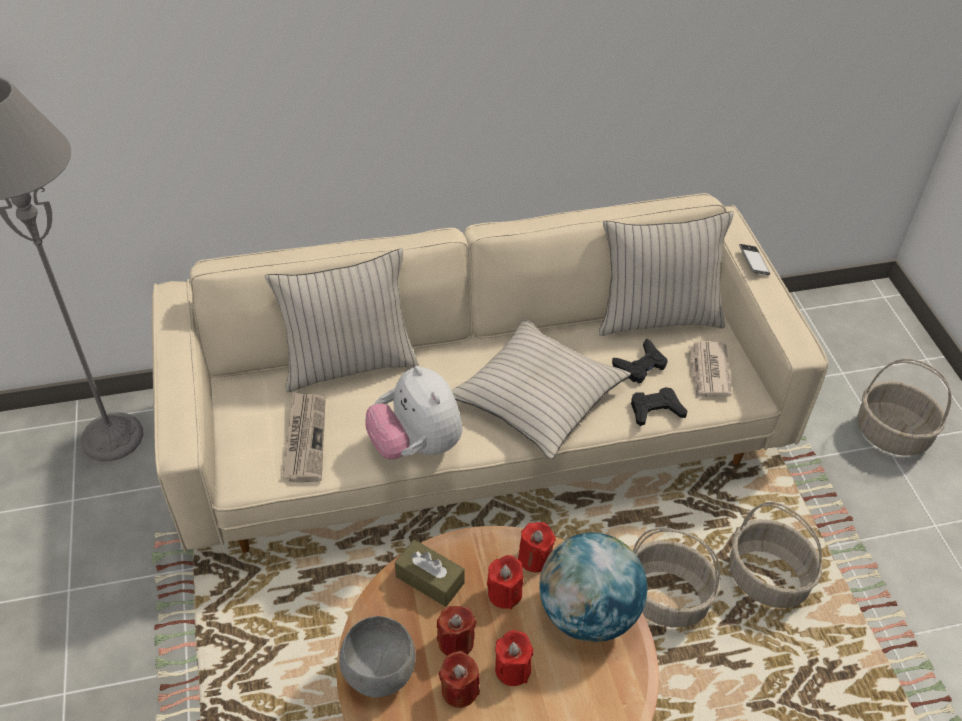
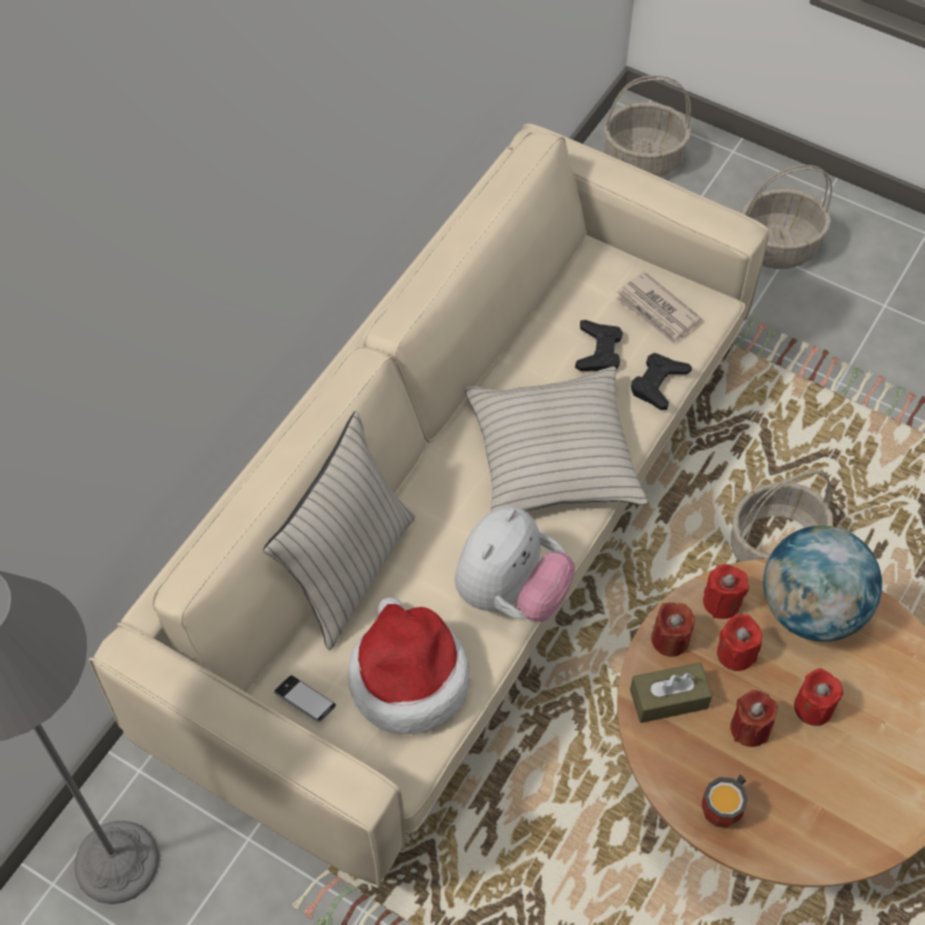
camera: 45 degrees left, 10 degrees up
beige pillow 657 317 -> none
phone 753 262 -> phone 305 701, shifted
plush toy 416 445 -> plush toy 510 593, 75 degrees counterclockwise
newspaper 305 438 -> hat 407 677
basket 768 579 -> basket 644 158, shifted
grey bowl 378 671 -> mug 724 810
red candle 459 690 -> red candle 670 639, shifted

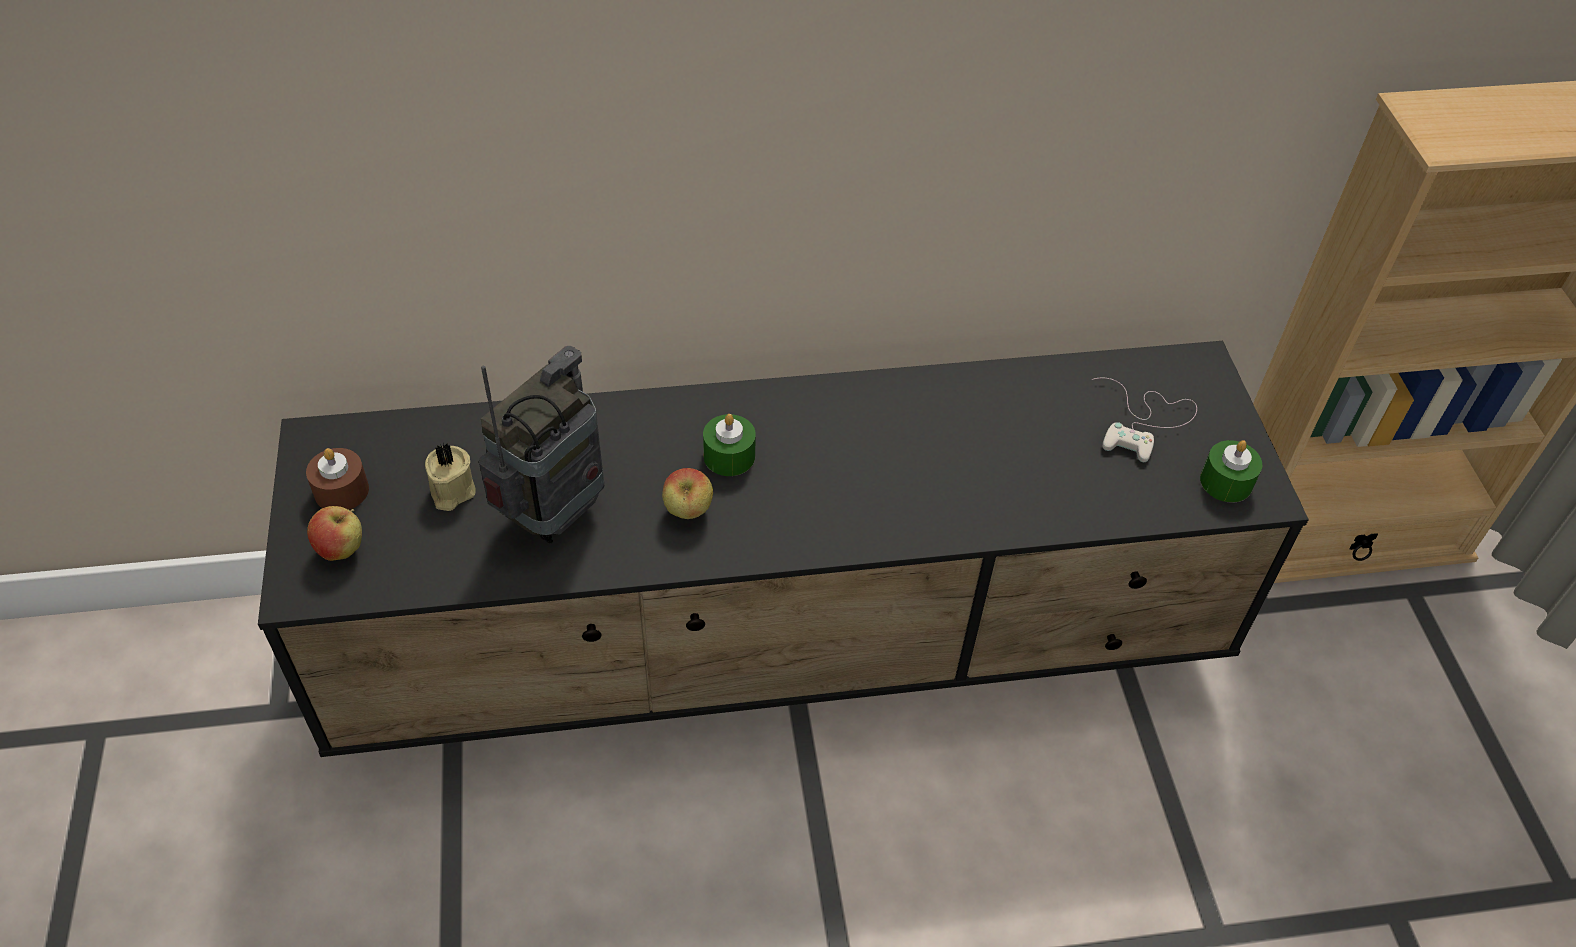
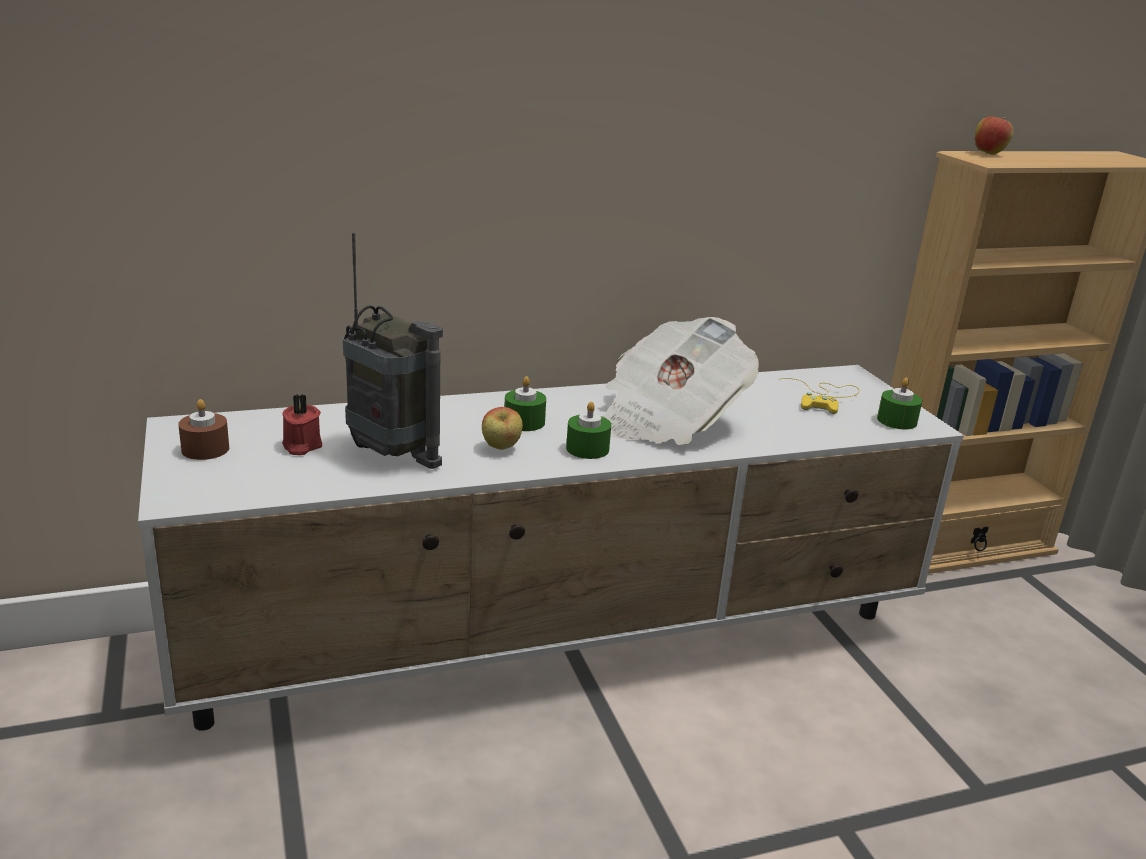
camera: 10 degrees left, 25 degrees down
black tv stand 784 648 -> white tv stand 562 639
radio 554 514 -> radio 391 453, 105 degrees clockwise
white game controller 1144 421 -> yellow game controller 824 397
beige candle 451 491 -> red candle 301 446
apple 341 550 -> apple 989 153, shifted
none -> newspaper 668 419
none -> green candle 587 449

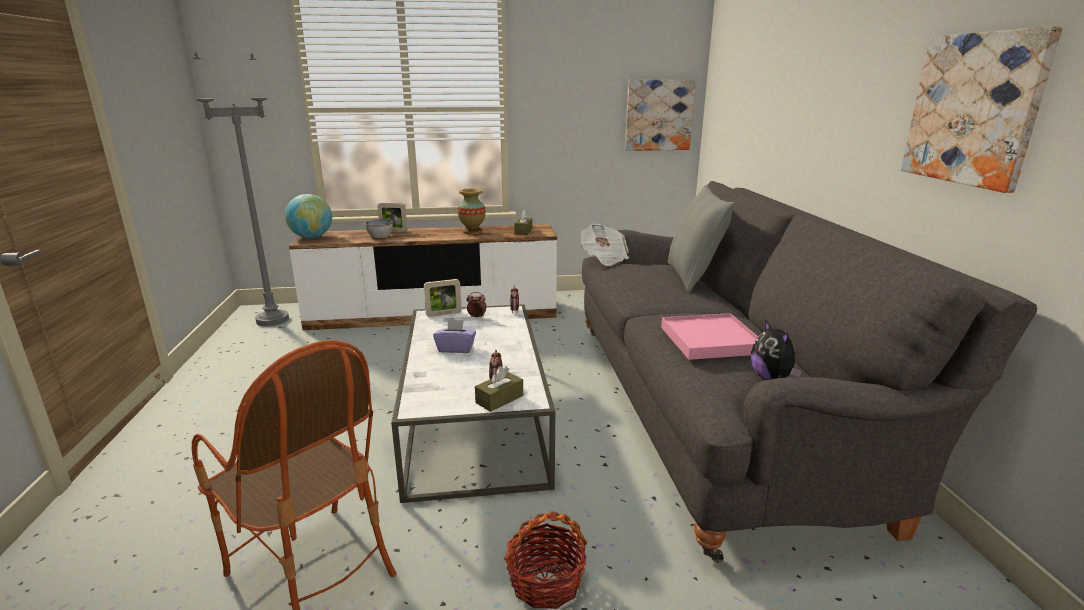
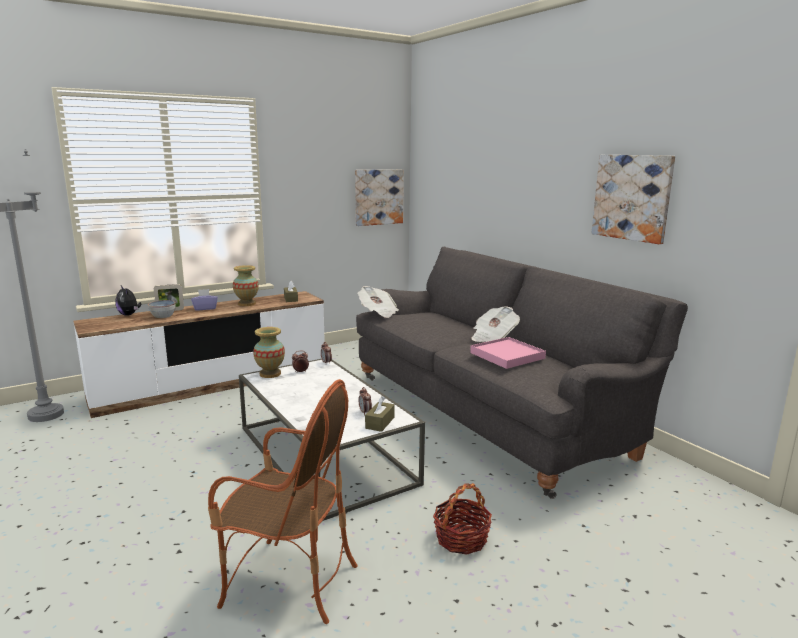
camera: 25 degrees left, 5 degrees down
grey pillow 693 277 -> none
globe 311 237 -> none
picture frame 444 314 -> vase 270 374
purple tissue box 456 349 -> purple tissue box 205 308, shifted
plush toy 771 378 -> plush toy 129 315, shifted
none -> newspaper 493 337

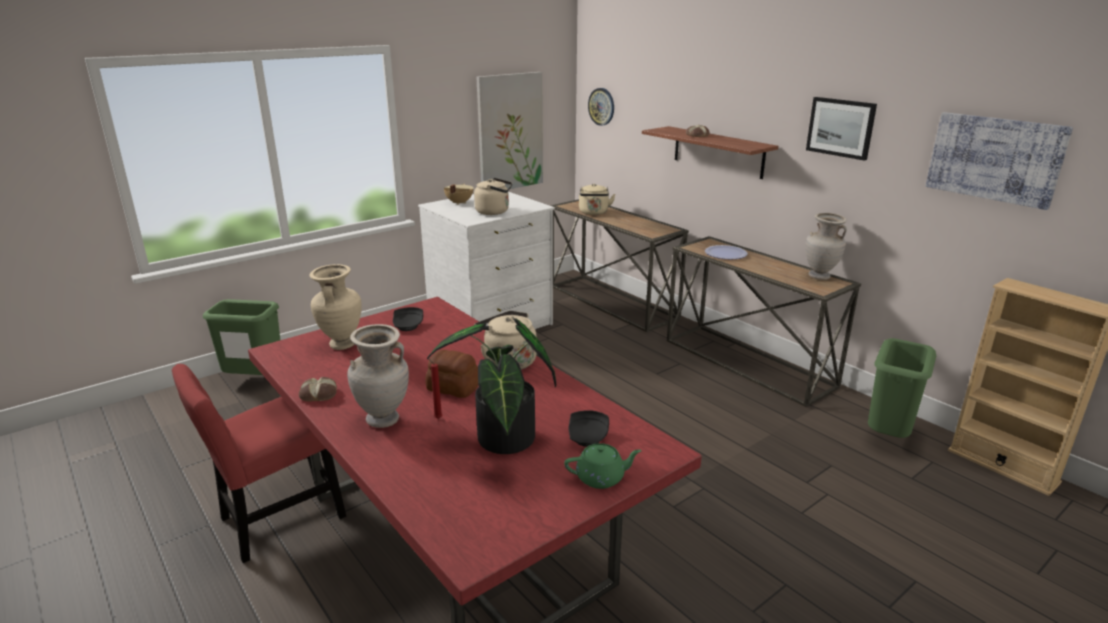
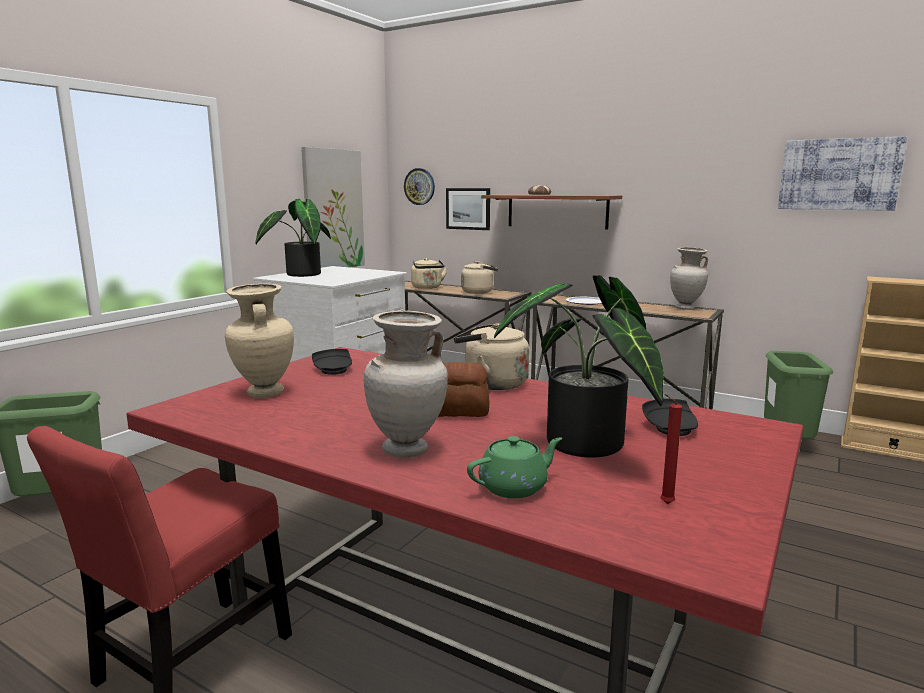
camera: 20 degrees left, 10 degrees down
picture 841 127 -> picture 468 209, shifted
beige kettle 494 212 -> beige kettle 479 292, shifted
beige cooking pot 458 203 -> potted plant 299 274
red candle 437 418 -> red candle 664 503, shifted
bread 319 394 -> none
green teapot 601 478 -> green teapot 514 487, shifted

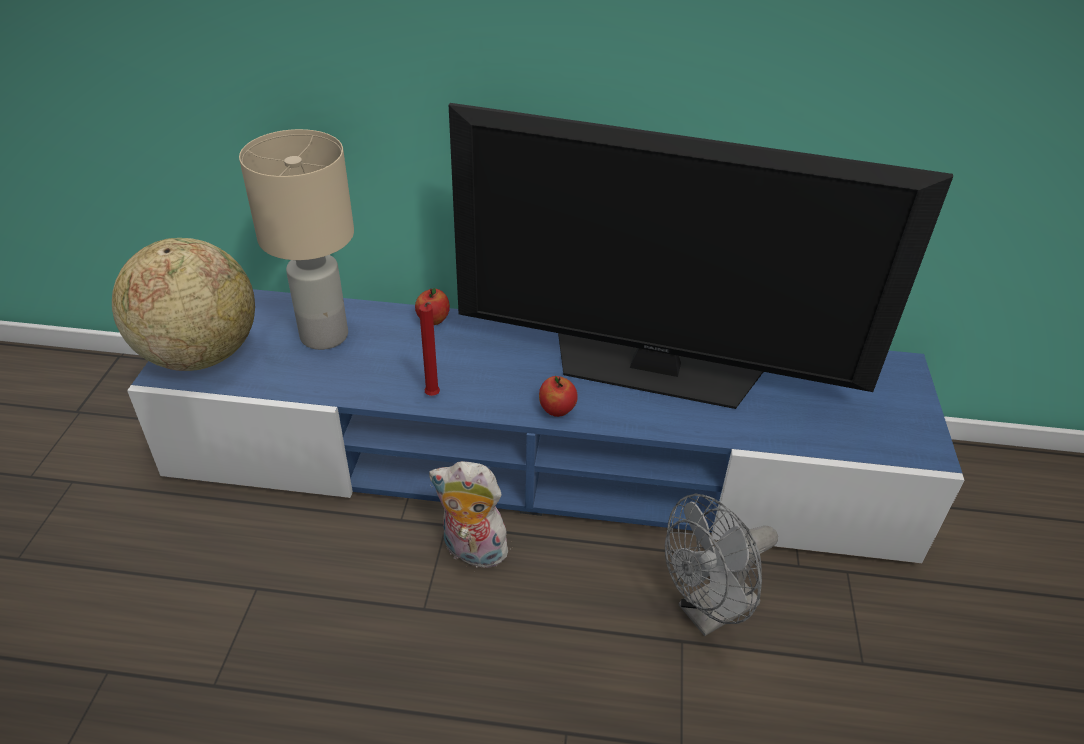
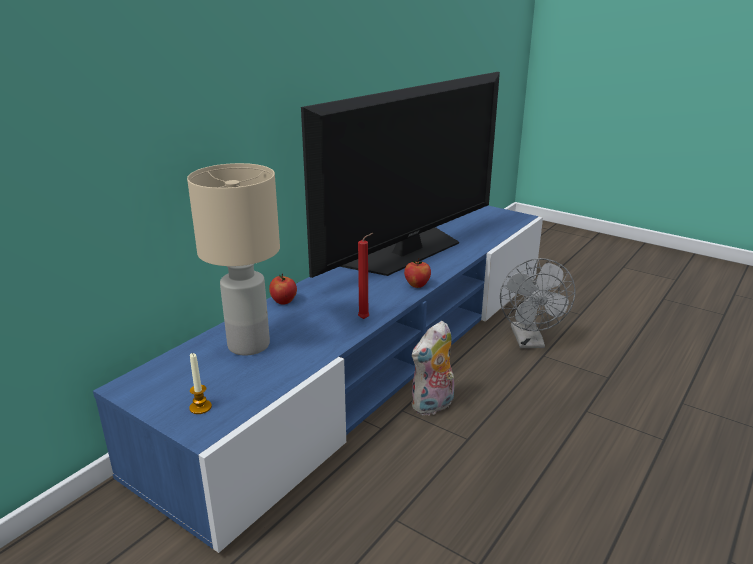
camera: 60 degrees left, 15 degrees down
globe 200 354 -> candle 200 407

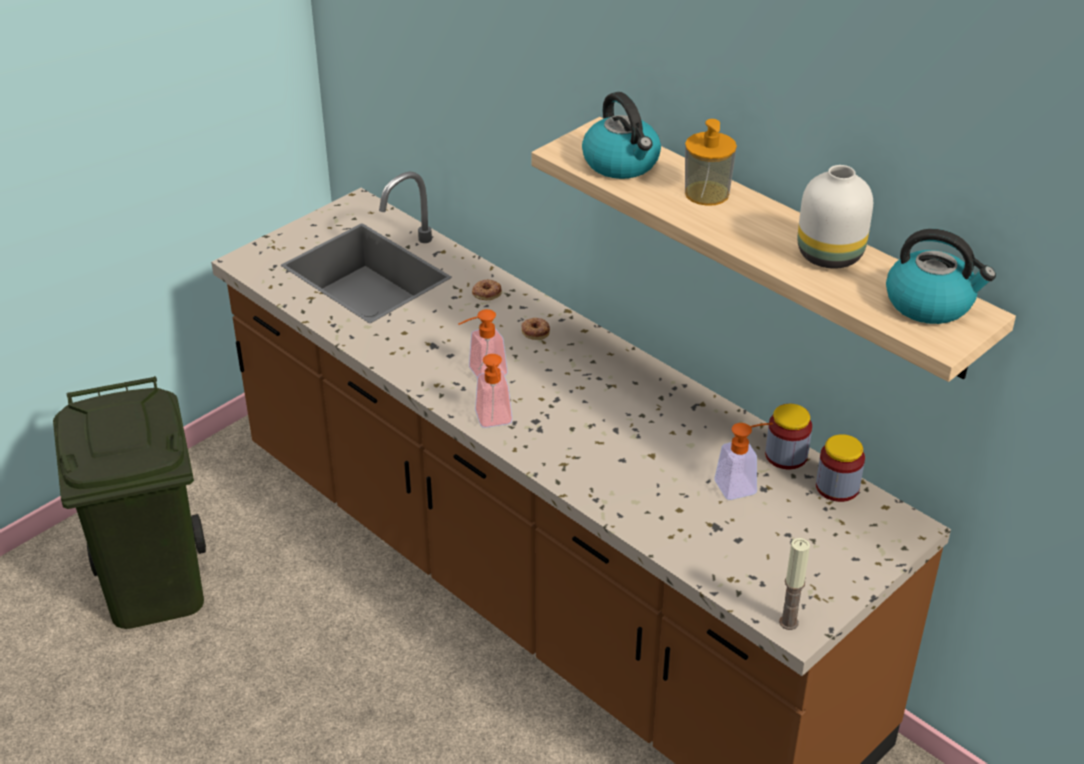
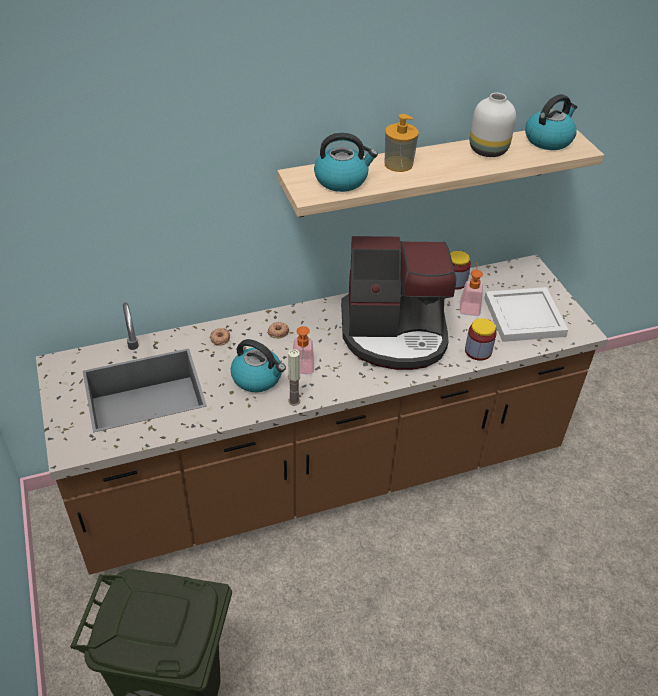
camera: 65 degrees left, 5 degrees up
soap dispenser 495 421 -> none
jar 837 487 -> jar 478 351, shifted
candle 788 622 -> candle 294 401, shifted
none -> coffee machine 395 334
none -> white tray 525 317
none -> kettle 258 378

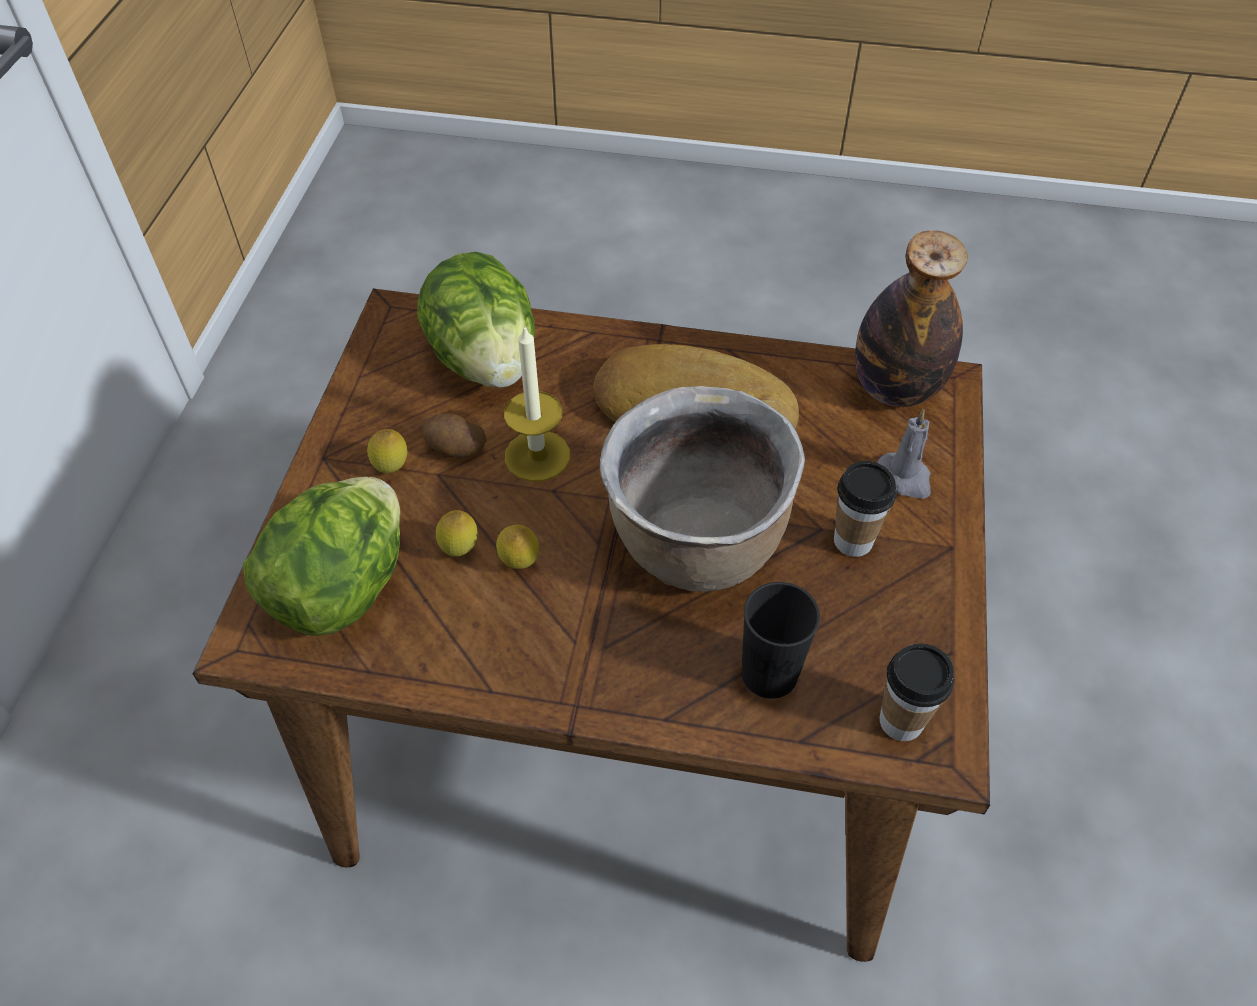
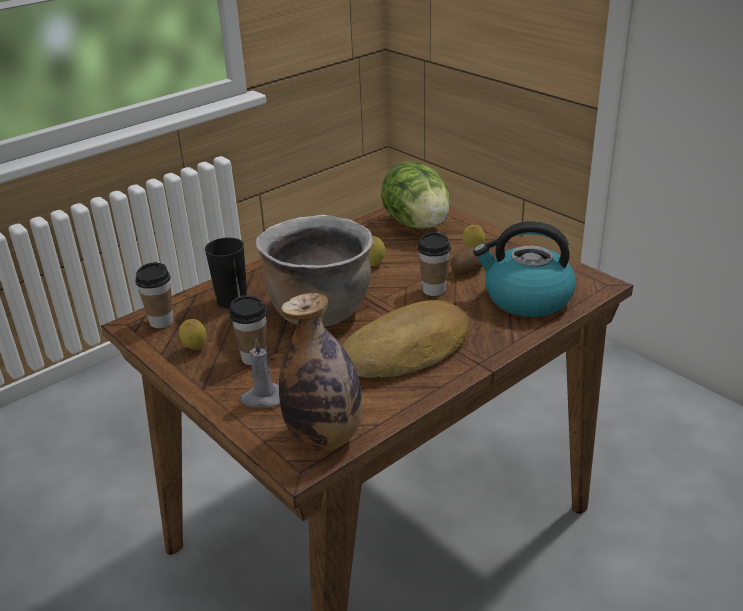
camera: 130 degrees right, 20 degrees down
lettuce 485 360 -> kettle 526 298
candle 537 456 -> cup 434 290
lemon 460 550 -> lemon 195 349, shifted

